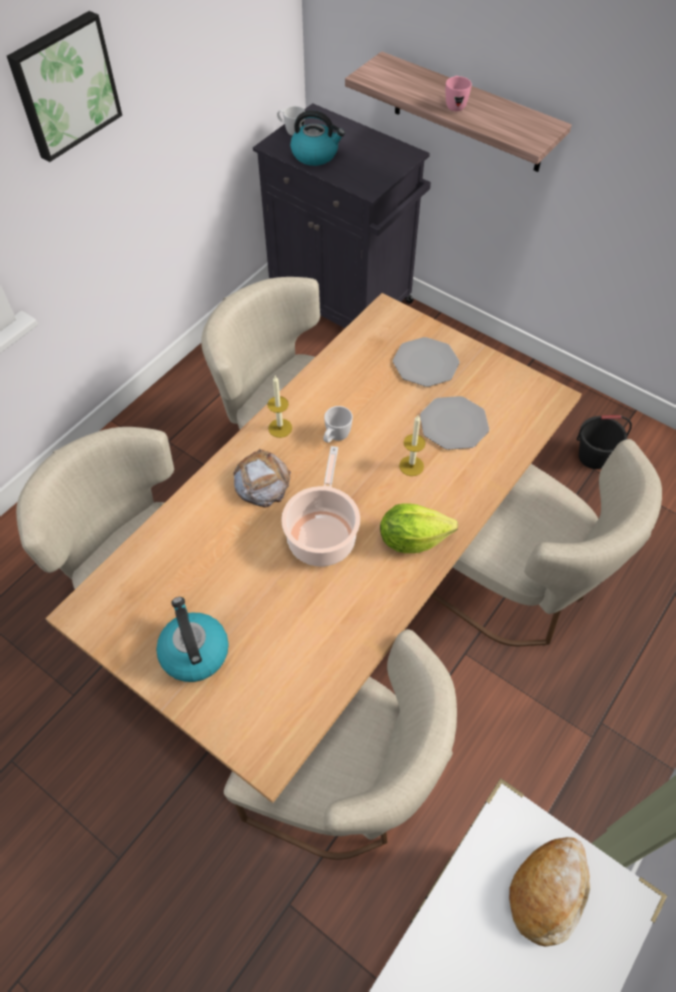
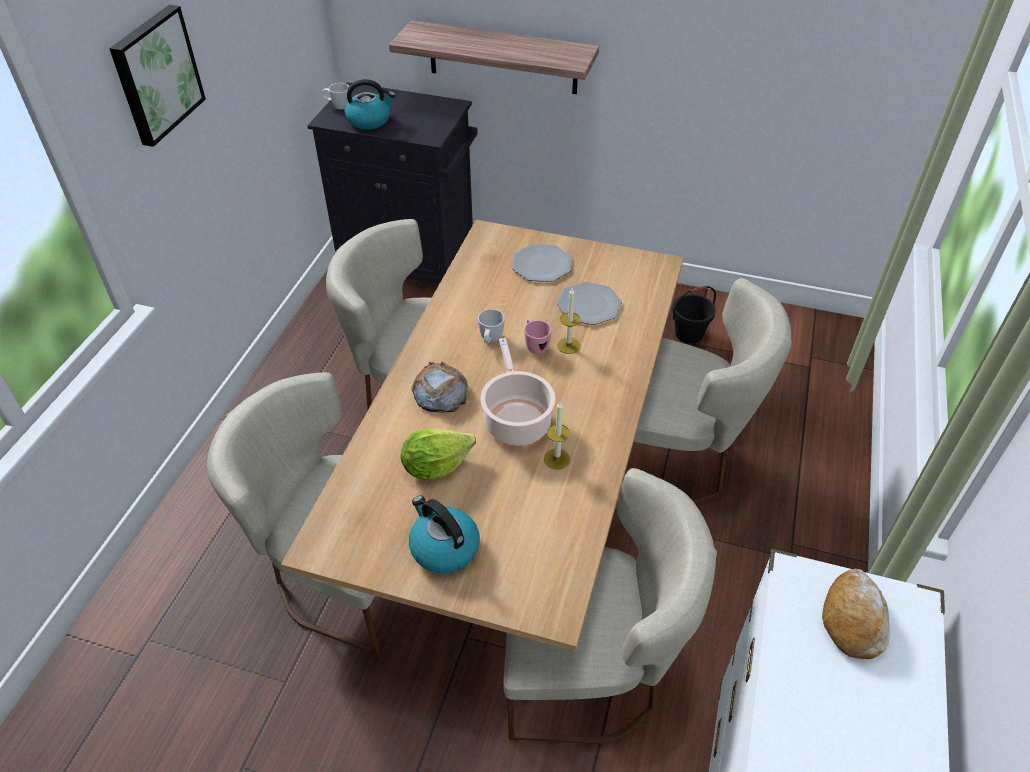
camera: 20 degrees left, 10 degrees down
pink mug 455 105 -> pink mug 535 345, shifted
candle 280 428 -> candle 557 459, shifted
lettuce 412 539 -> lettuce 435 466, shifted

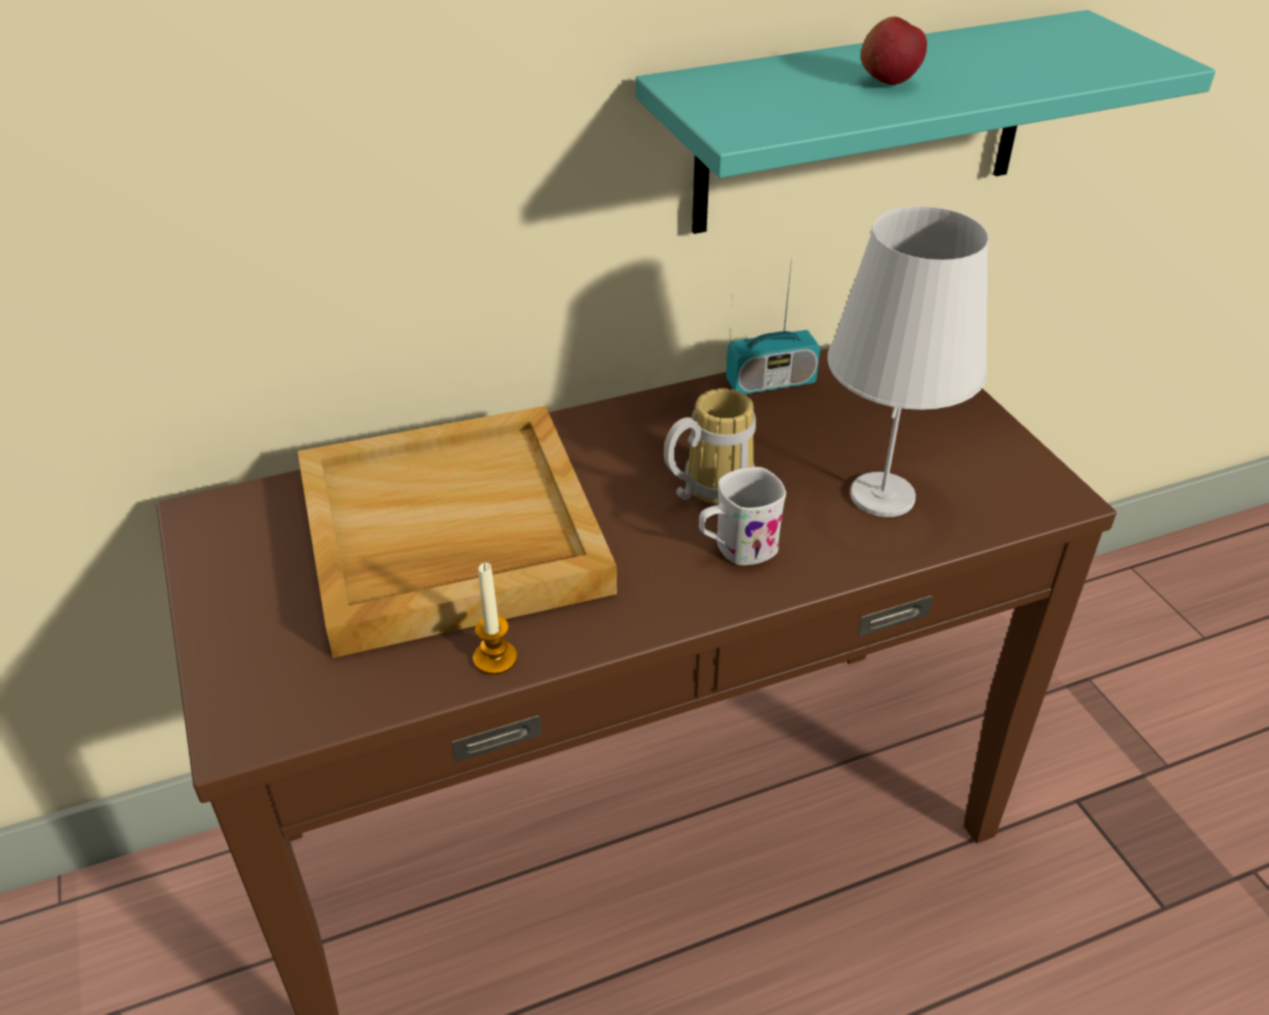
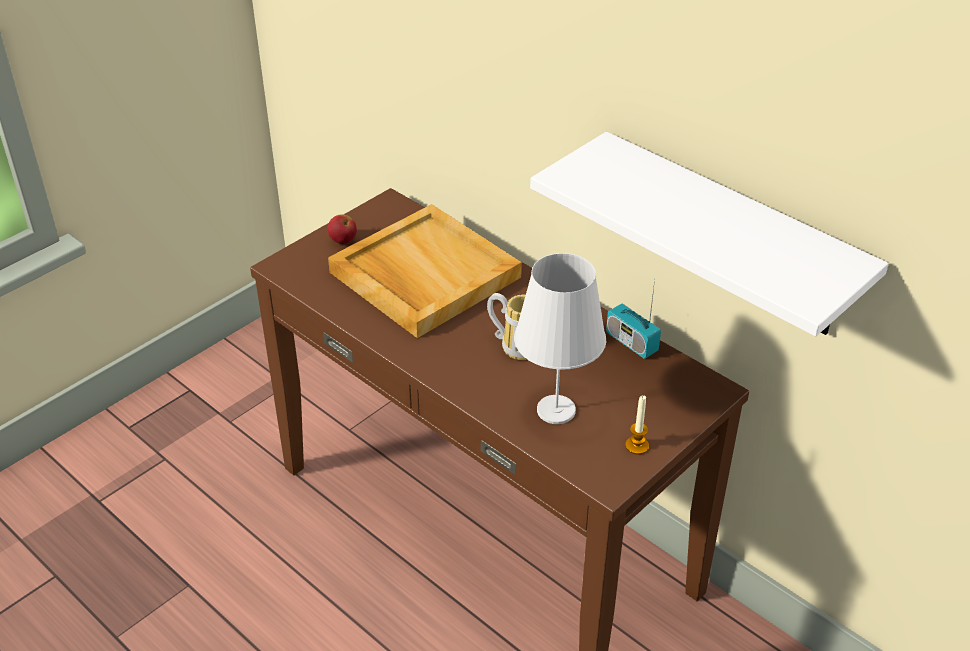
camera: 65 degrees right, 0 degrees up
turquoise shelf 864 124 -> white shelf 730 237
apple 889 82 -> apple 343 241, shifted
white mug 736 548 -> none
candle 495 658 -> candle 637 446, shifted

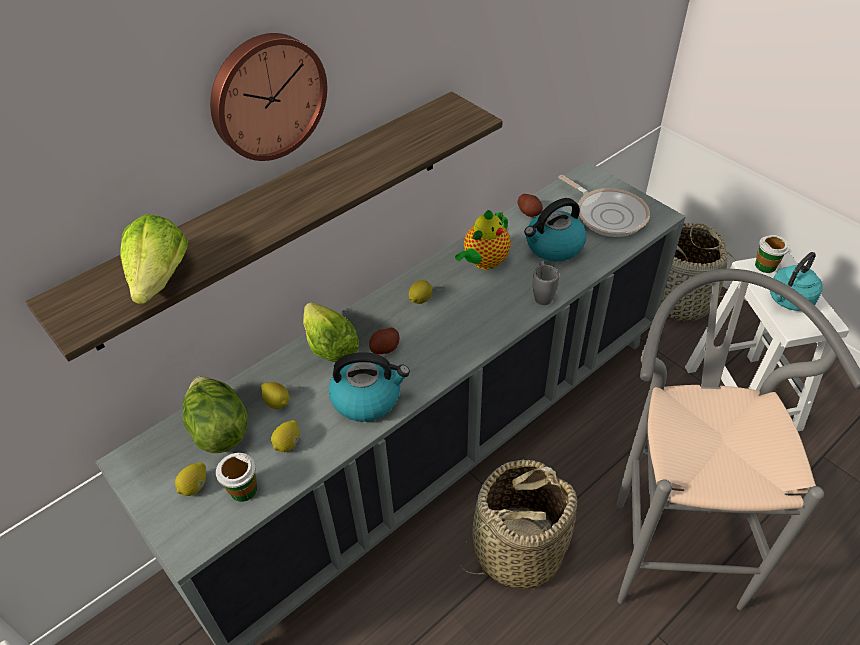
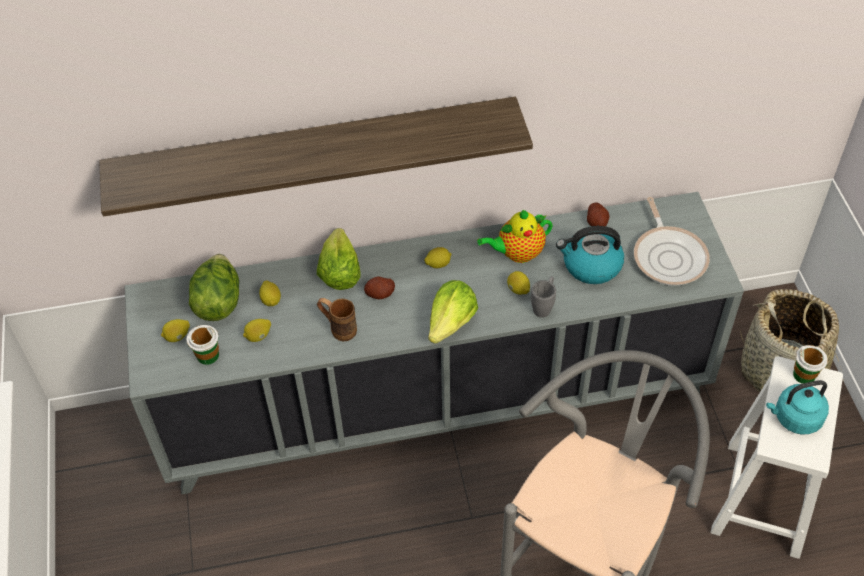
camera: 30 degrees right, 5 degrees up
wall clock 266 96 -> none
lettuce 160 279 -> lettuce 451 323, shifted
kettle 367 398 -> brown mug 338 329
basket 517 549 -> none
none -> lemon 518 290

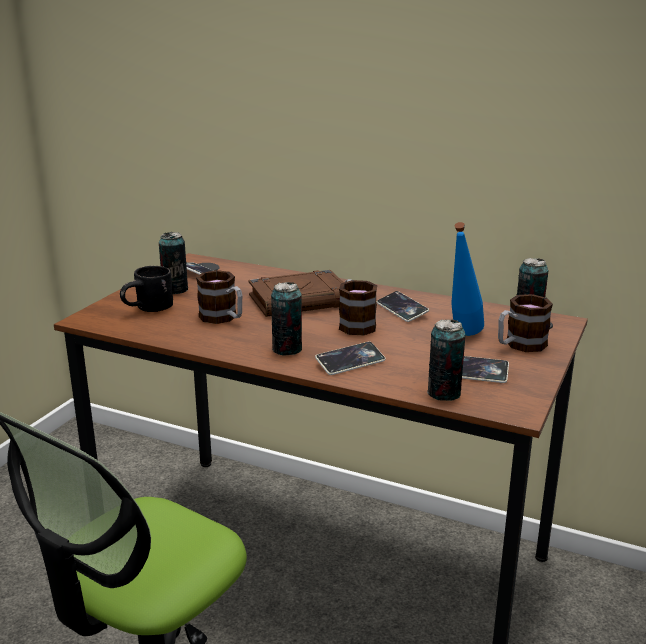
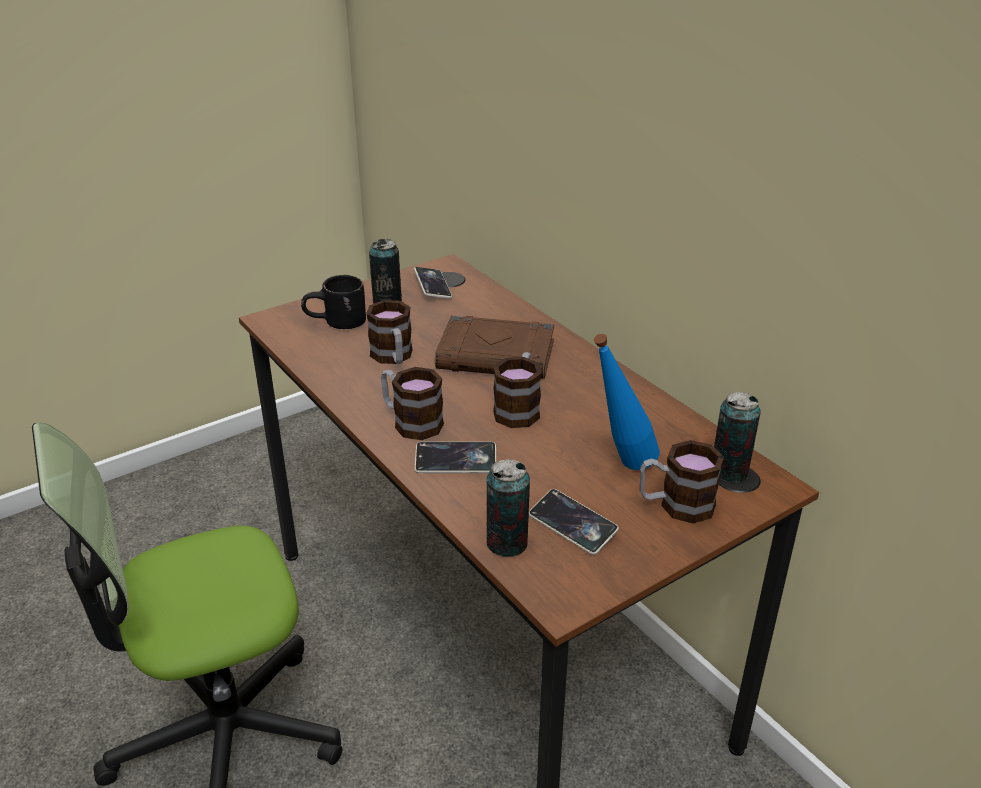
camera: 30 degrees right, 10 degrees up
can 287 349 -> mug 411 422
phone 401 310 -> none

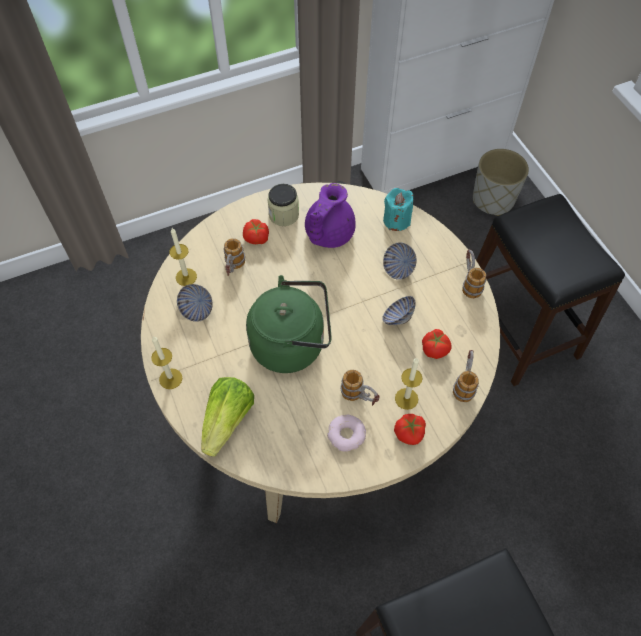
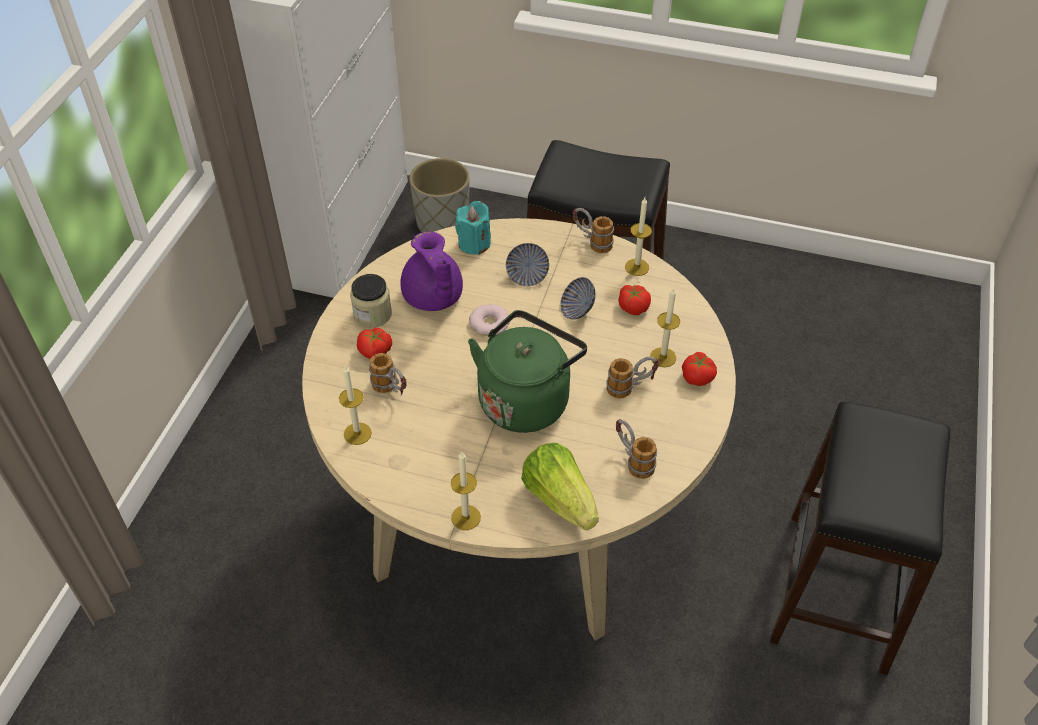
camera: 50 degrees left, 10 degrees down
bowl 197 310 -> none
mug 464 383 -> mug 632 460, shifted
donut 346 434 -> donut 489 323, shifted
none -> candle 637 267

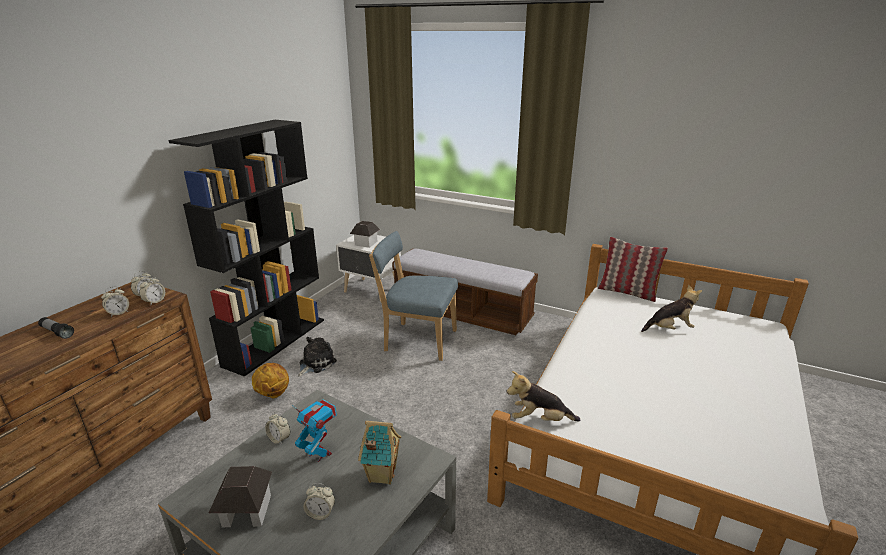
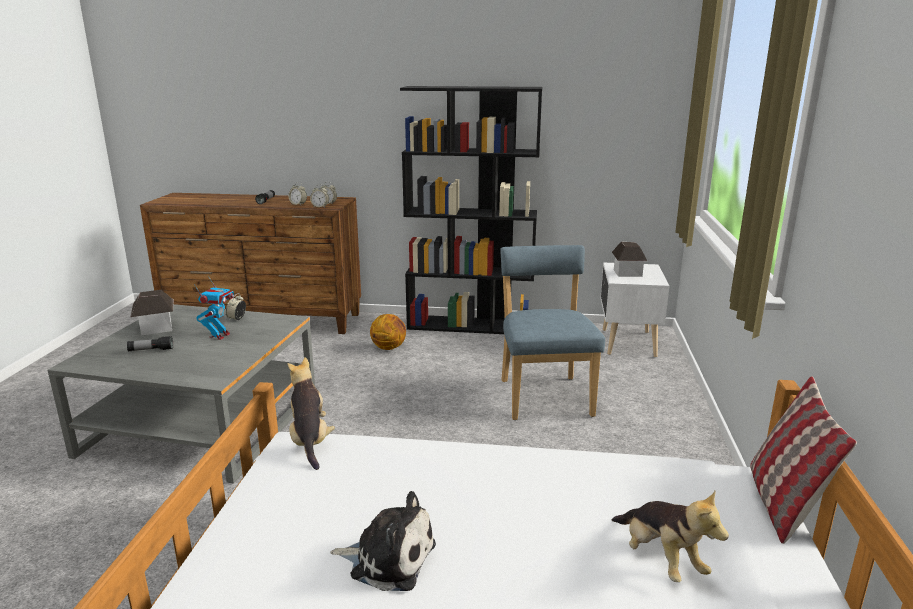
camera: 70 degrees right, 5 degrees down
bench 462 312 -> none
plush toy 315 363 -> plush toy 388 559, shifted
toy house 381 474 -> none
alarm clock 321 513 -> flashlight 151 350

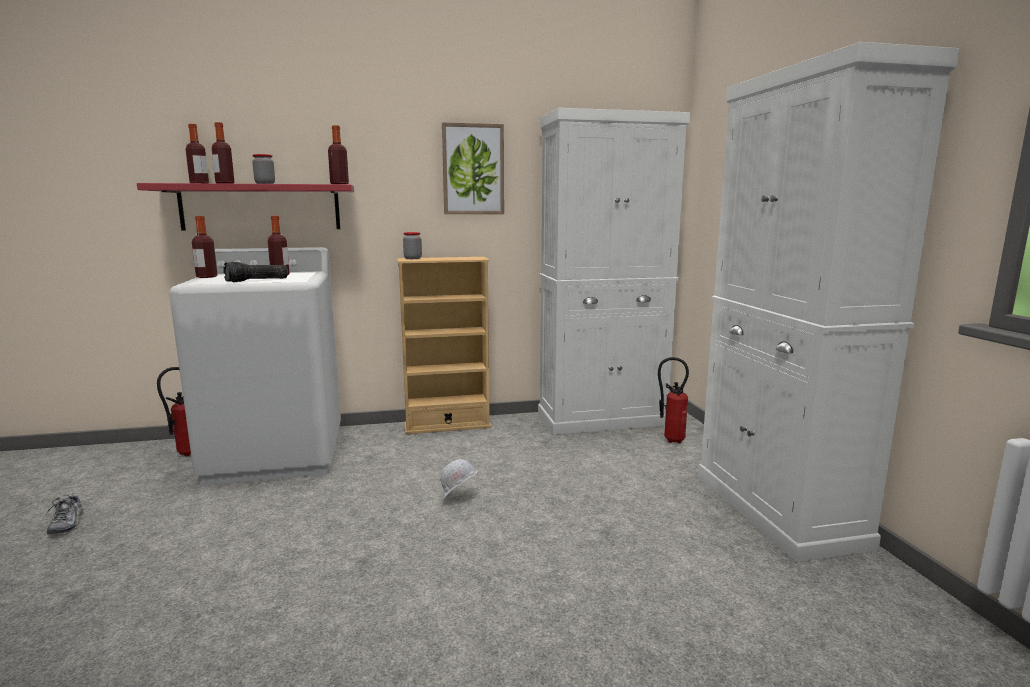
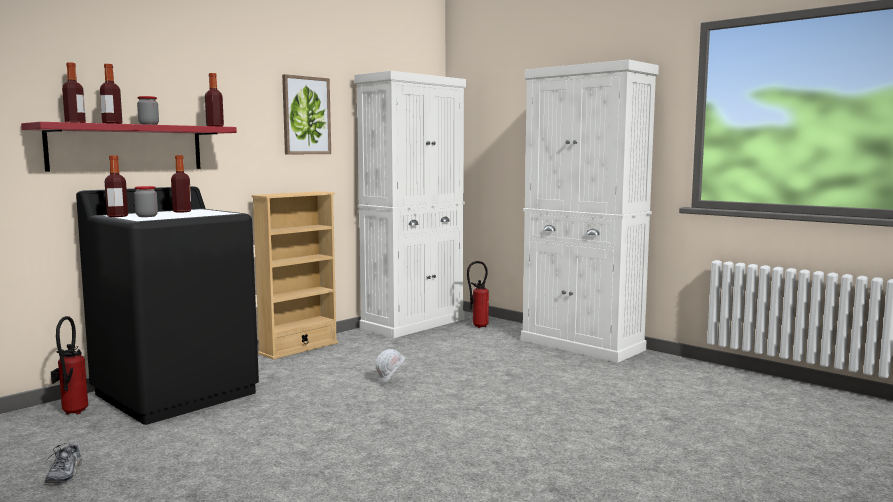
camera: 35 degrees left, 5 degrees down
jar 412 258 -> jar 147 216, shifted
white washing machine 277 454 -> black washing machine 177 393
flashlight 257 280 -> none
shoe 67 524 -> shoe 65 474, 45 degrees clockwise

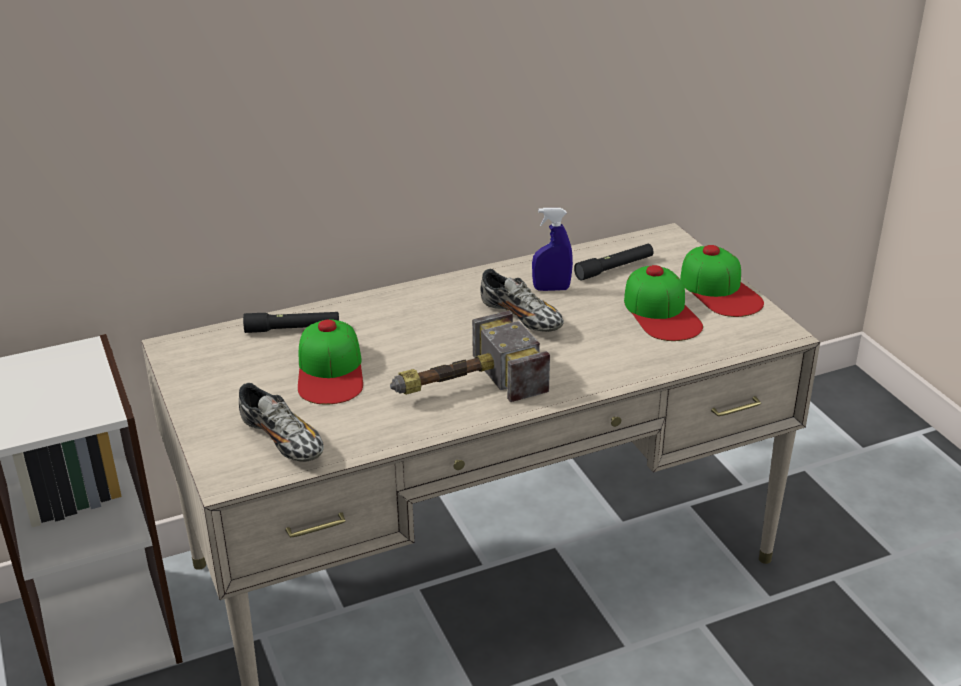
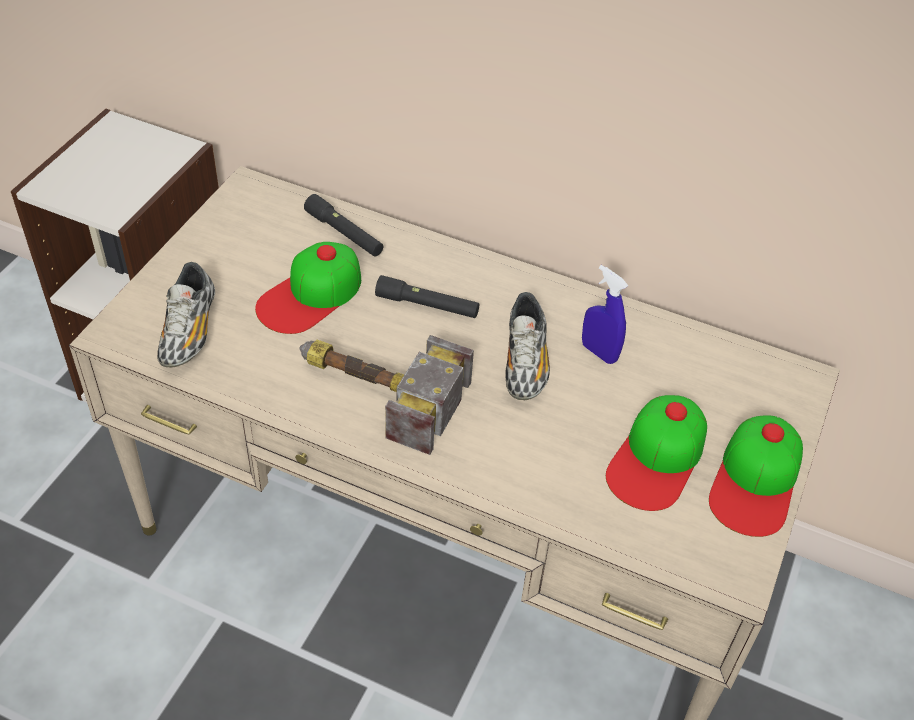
camera: 45 degrees right, 15 degrees up
black flashlight 614 268 -> black flashlight 427 305, shifted

